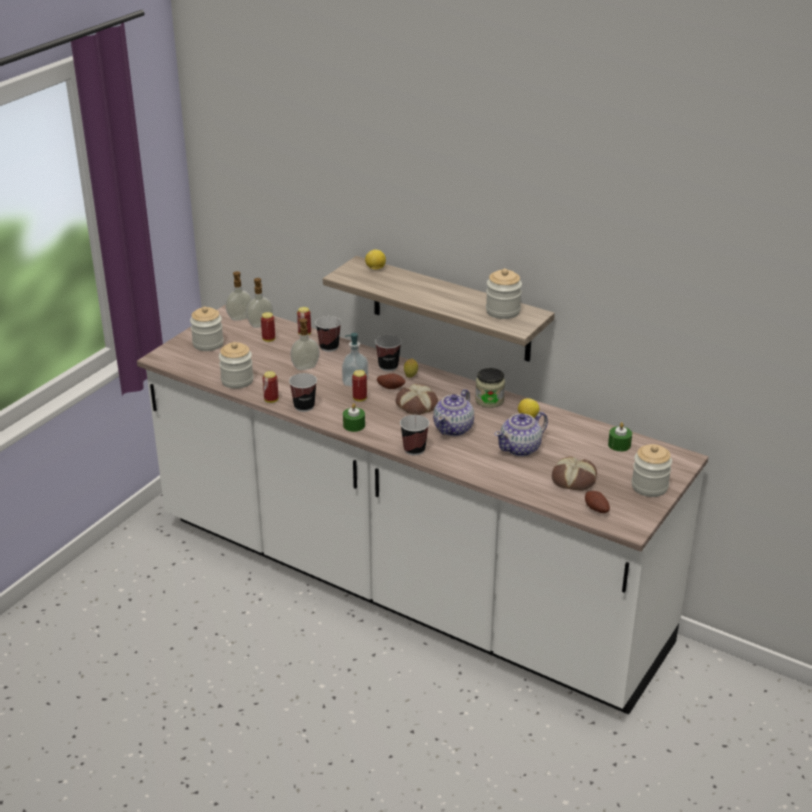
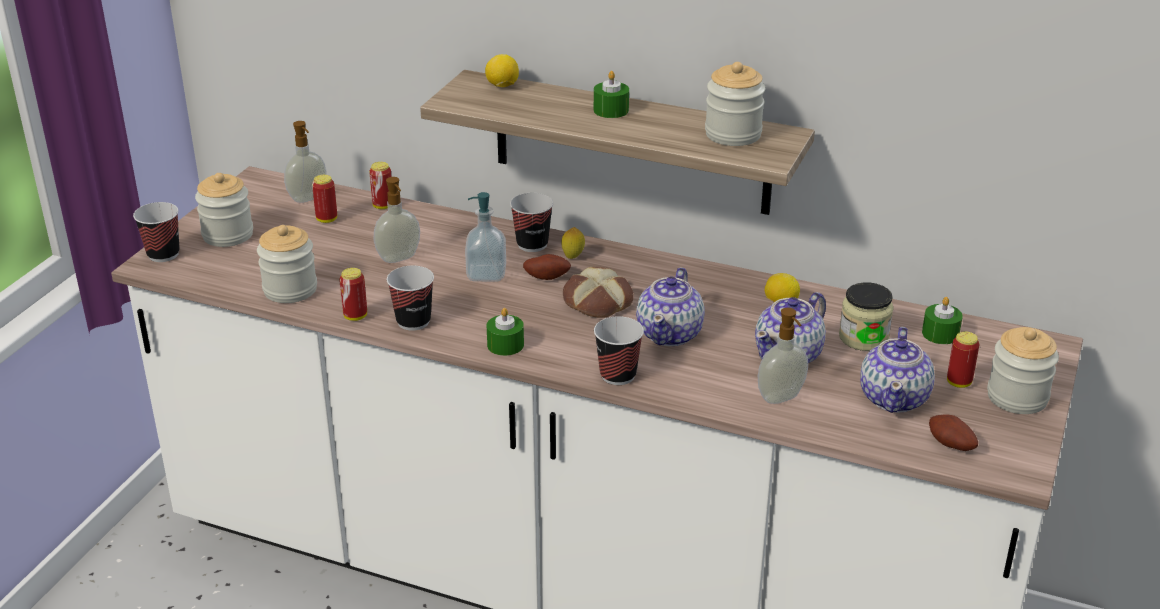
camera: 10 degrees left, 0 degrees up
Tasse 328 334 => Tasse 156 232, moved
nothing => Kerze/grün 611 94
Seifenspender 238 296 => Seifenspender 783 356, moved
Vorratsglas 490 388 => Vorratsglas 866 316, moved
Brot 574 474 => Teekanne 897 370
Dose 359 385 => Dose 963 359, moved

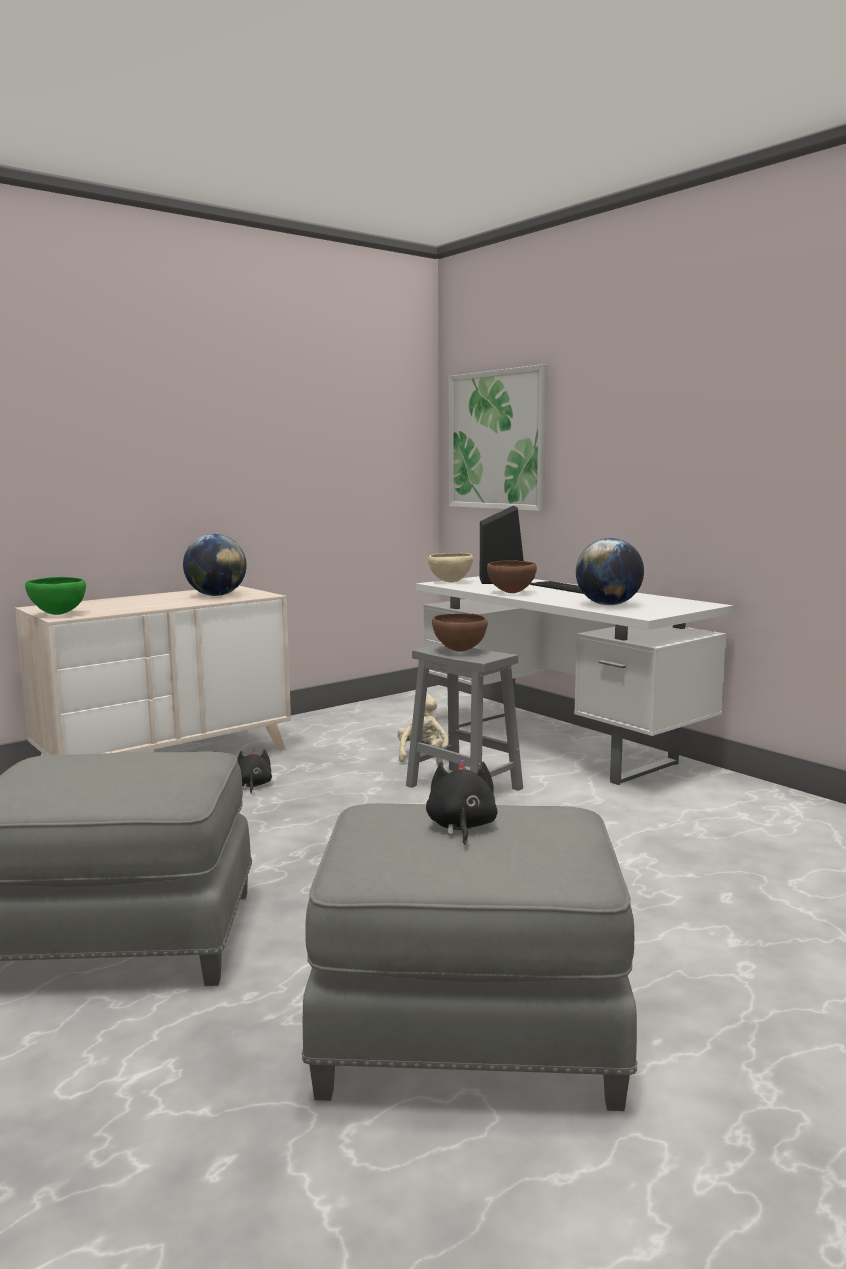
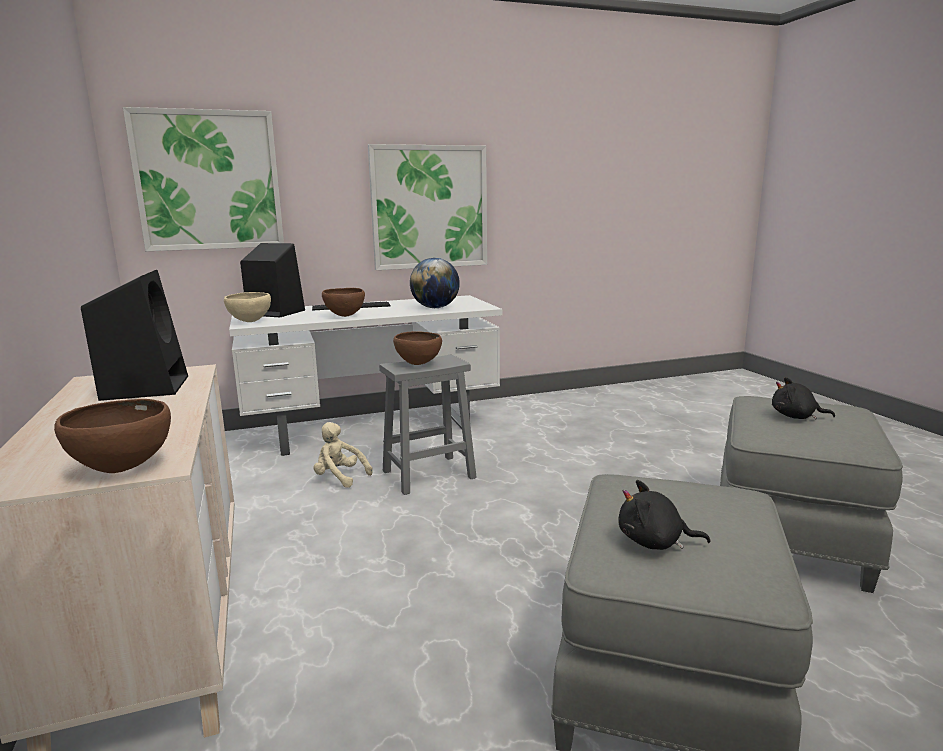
camera: 70 degrees left, 5 degrees up
Schüssel/grün 55 596 => Schüssel/braun 112 436
Globus 215 565 => Lautsprecher/schwarz 134 335
nothing => Bild 427 207
Plüschtier/schwarz 254 771 => Plüschtier/schwarz 664 515, moved

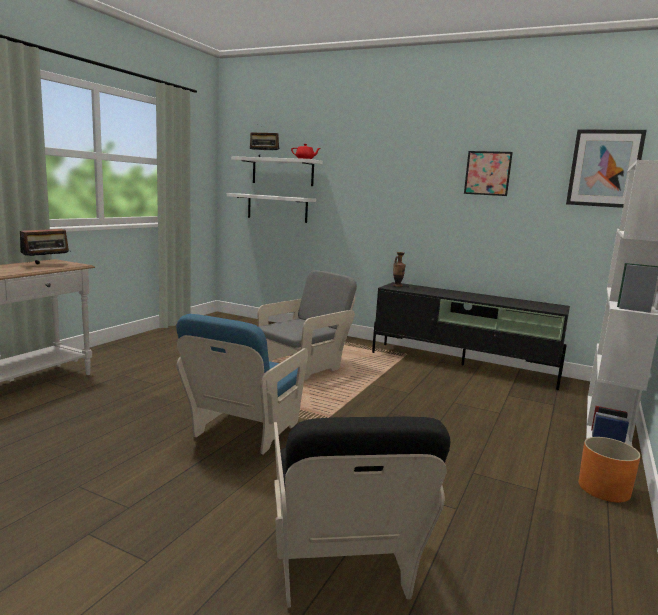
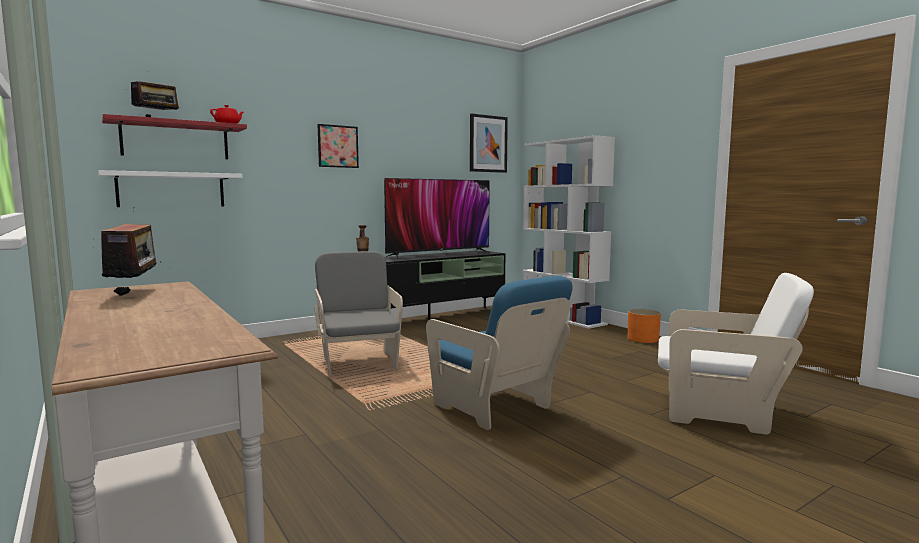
camera: 60 degrees left, 5 degrees down
Wandregal/weiß 277 171 => Wandregal/rot 174 136
Bild 488 173 => Bild 338 146, moved
nothing => Fernseher 437 219
Sessel/schwarz 362 512 => Sessel/weiß 736 354

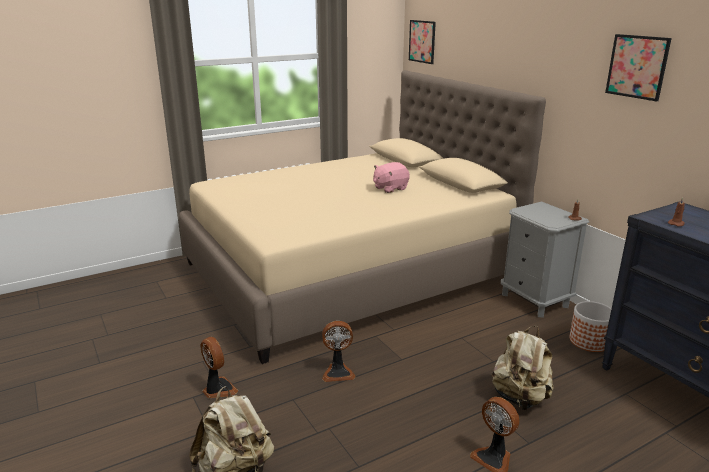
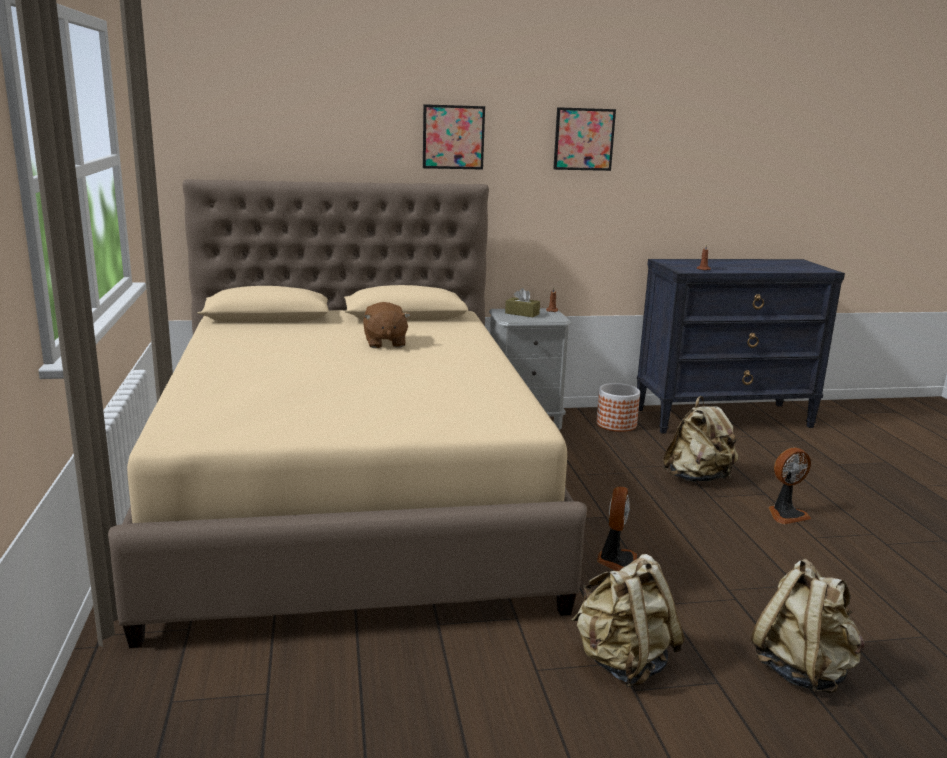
camera: 70 degrees left, 5 degrees down
Plüschtier/rosa 391 177 => Plüschtier/braun 386 325
Bild 422 42 => Bild 454 137, moved
nothing => Taschentuchbox/braun 522 302
Ventilator 219 367 => Rucksack/beige 628 620

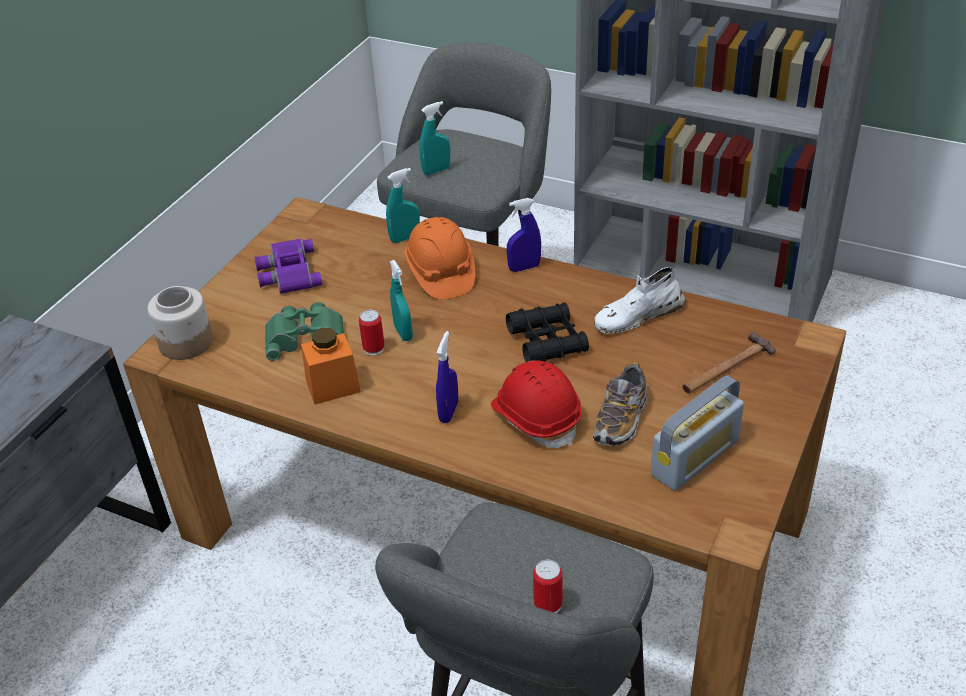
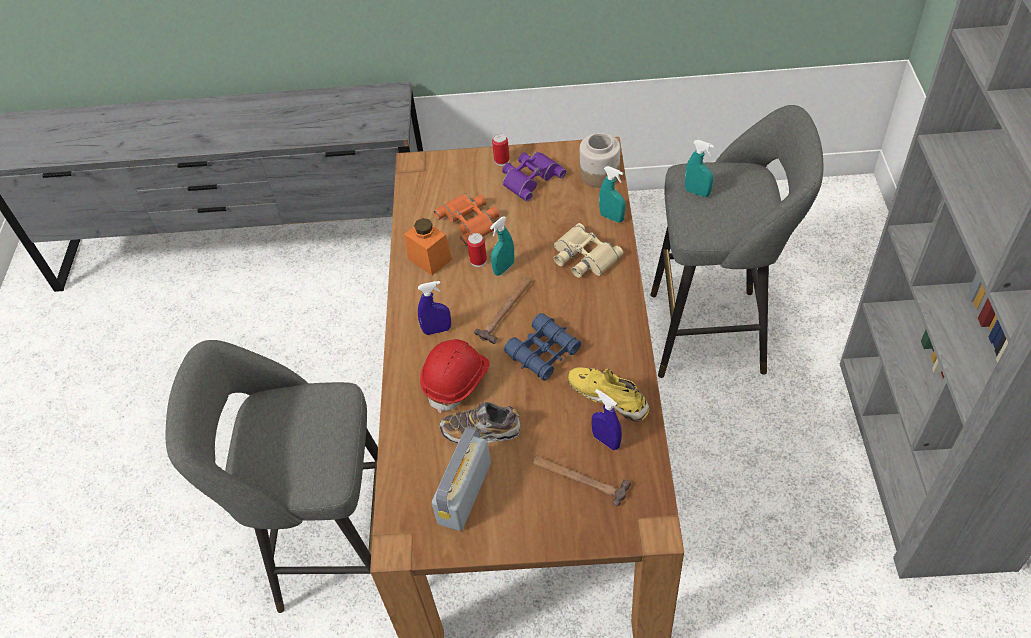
camera: 65 degrees right, 10 degrees up
Radio 697 433 => Radio 461 478, 90 degrees clockwise
Fernglas/grün 304 331 => Fernglas/orange 466 219
nothing => Hammer 503 310
Dose 548 586 => Dose 501 149, moved
Fernglas/schwarz 547 332 => Fernglas/blau 542 347
Schutzhelm/orange 439 258 => Fernglas/beige 588 250
Schuh/weiß 640 300 => Schuh/gelb 609 394
Vorratsglas 180 323 => Vorratsglas 600 160, moved
Sprühflasche/blau 524 235 => Sprühflasche/blau 607 419, moved

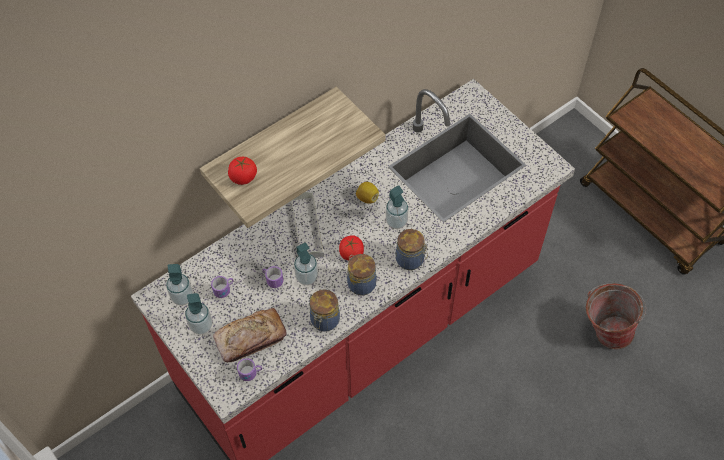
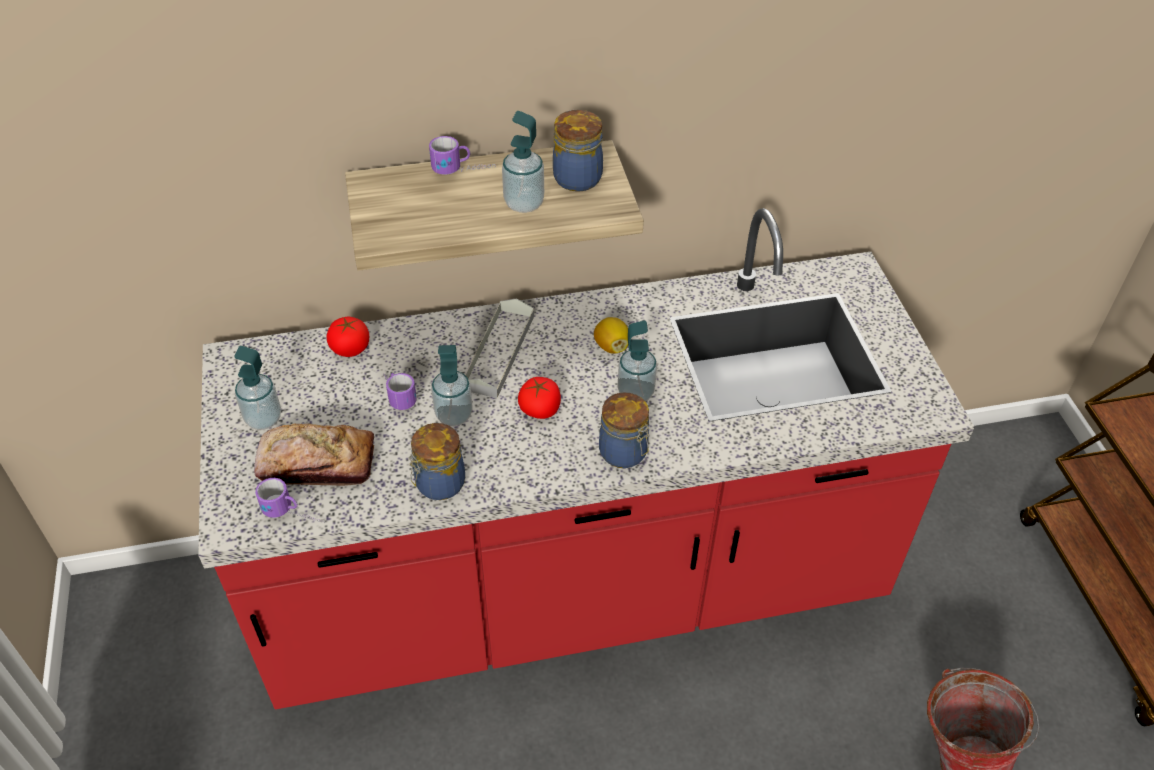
camera: 25 degrees right, 10 degrees down
Tomate 242 171 => Tomate 348 337, moved
Henkelbecher 229 287 => Henkelbecher 462 155, moved
Seifenspender 179 284 => Seifenspender 523 162, moved
Vorratsglas 361 275 => Vorratsglas 578 151, moved

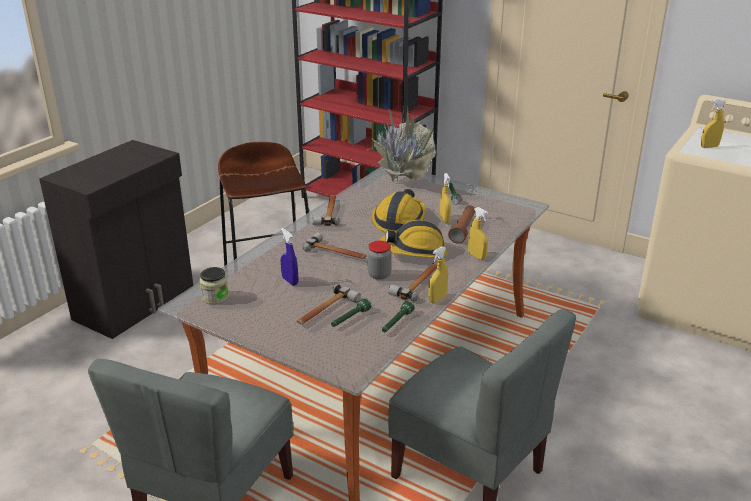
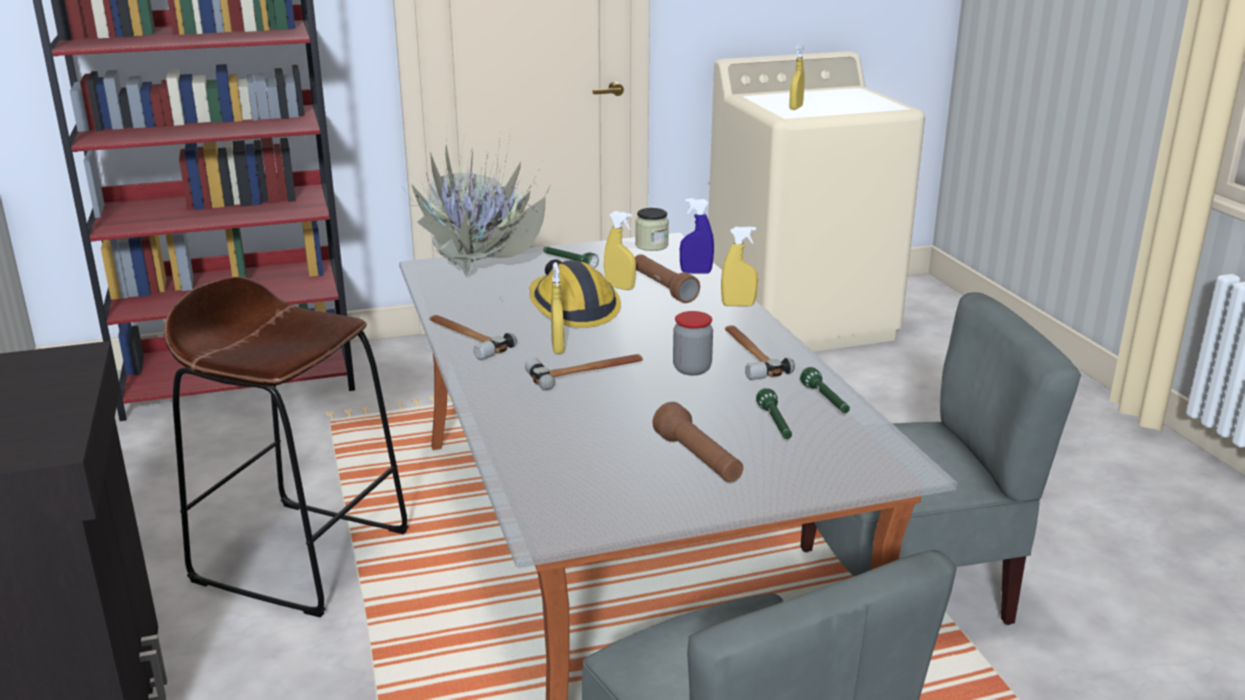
camera: 50 degrees left, 5 degrees down
Sprühflasche/gelb 438 274 => Sprühflasche/gelb 558 308, moved
Vorratsglas 214 285 => Vorratsglas 652 229, moved
nothing => Taschenlampe/braun 697 442
Sprühflasche/blau 289 257 => Sprühflasche/blau 697 236, moved
Hammer 329 304 => nothing
Schutzhelm 413 239 => nothing

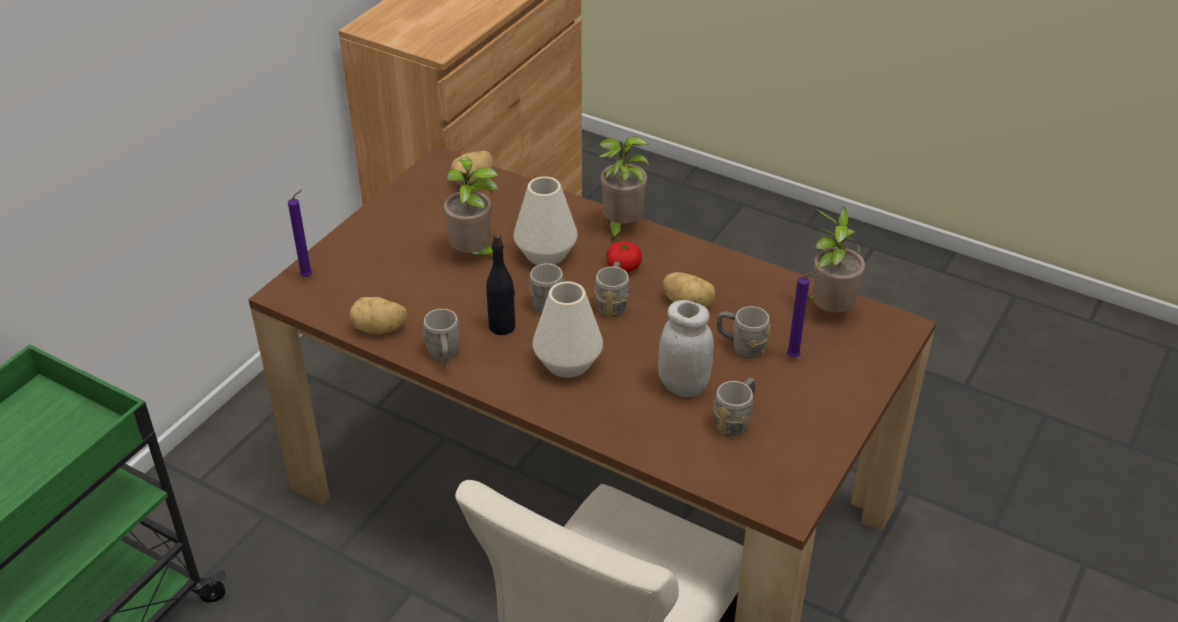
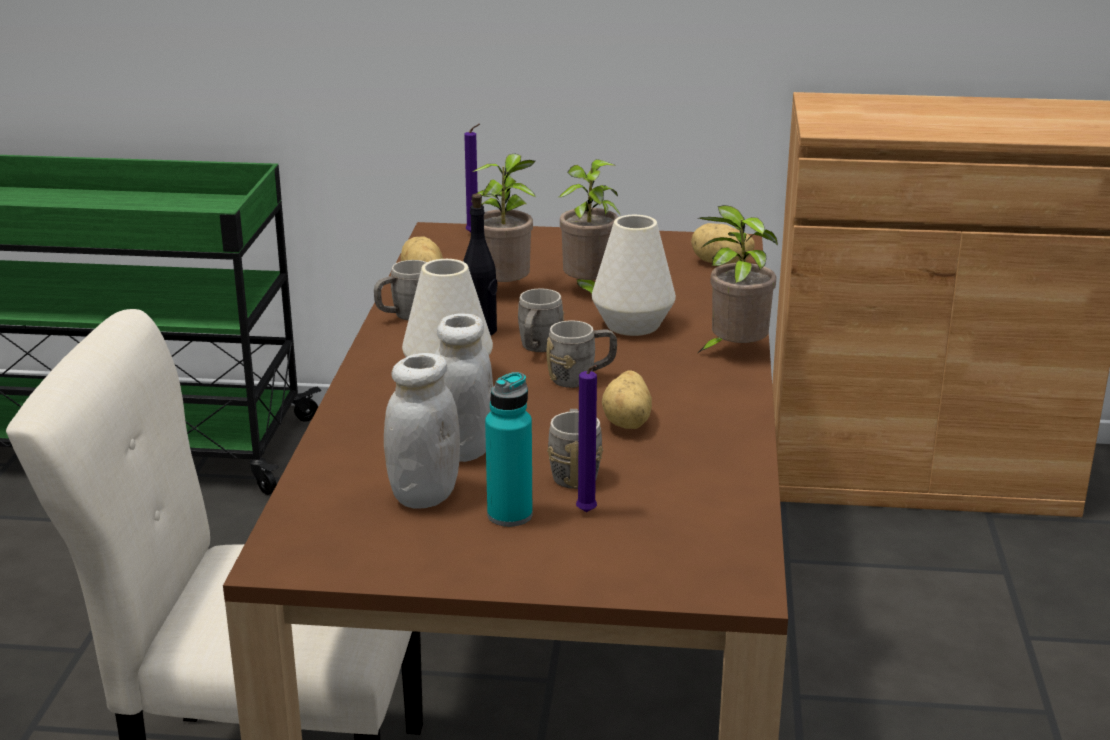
camera: 65 degrees right, 15 degrees down
Henkelbecher/grau 734 407 => Vorratsglas/weiß 422 431
Topfpflanze 836 259 => Topfpflanze 503 218, moved
nothing => Flasche/türkis 509 449
Tomate 624 256 => nothing

